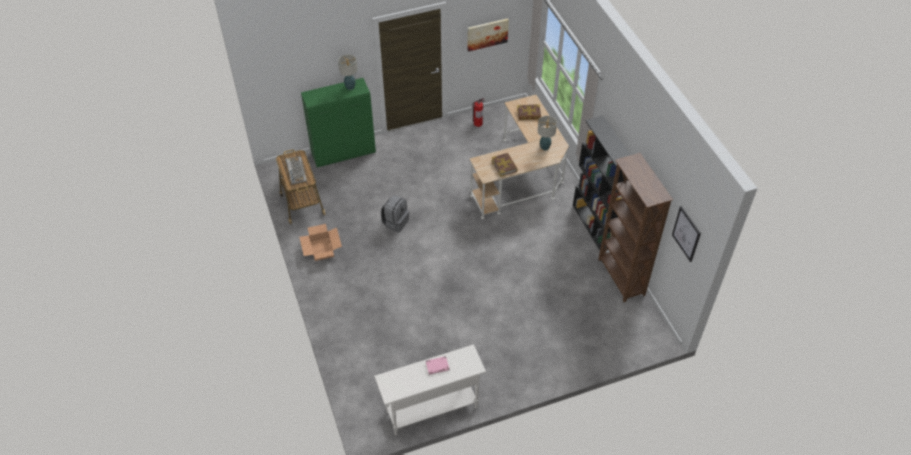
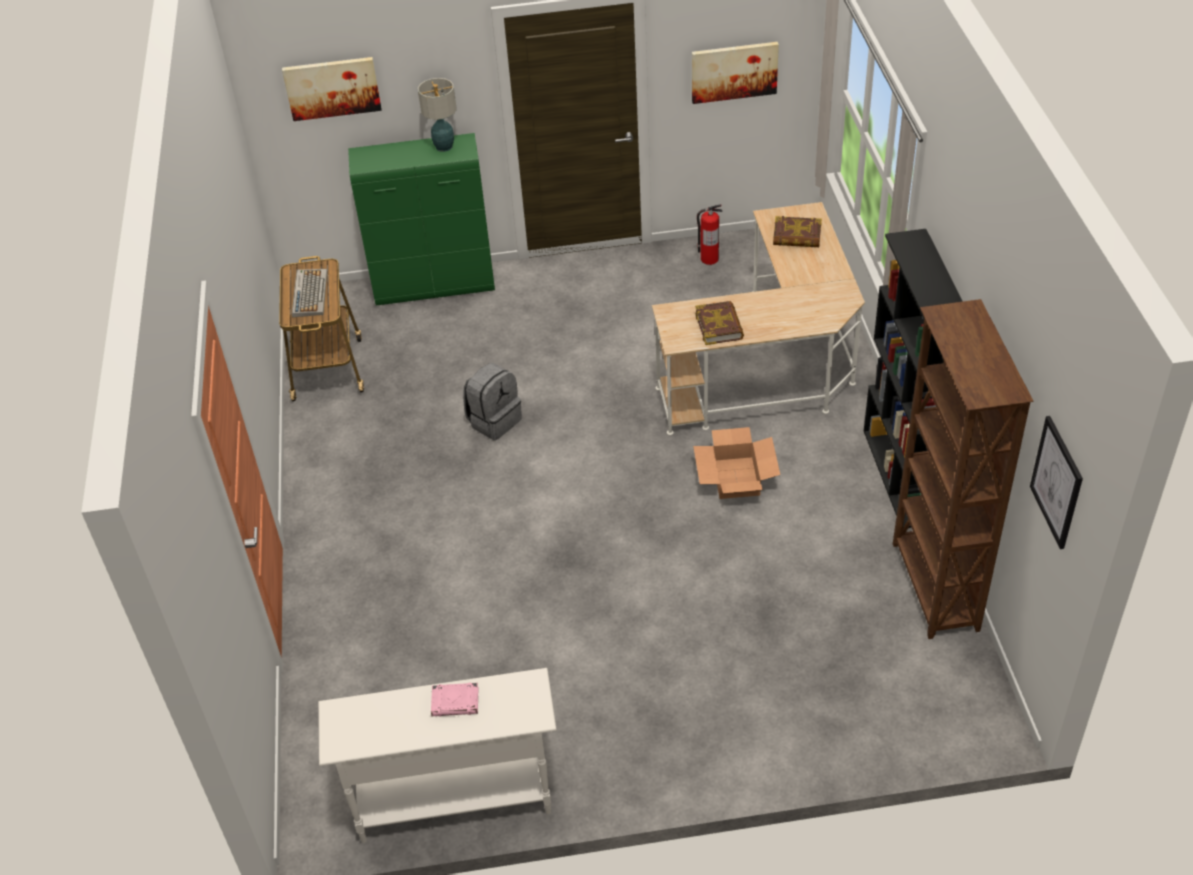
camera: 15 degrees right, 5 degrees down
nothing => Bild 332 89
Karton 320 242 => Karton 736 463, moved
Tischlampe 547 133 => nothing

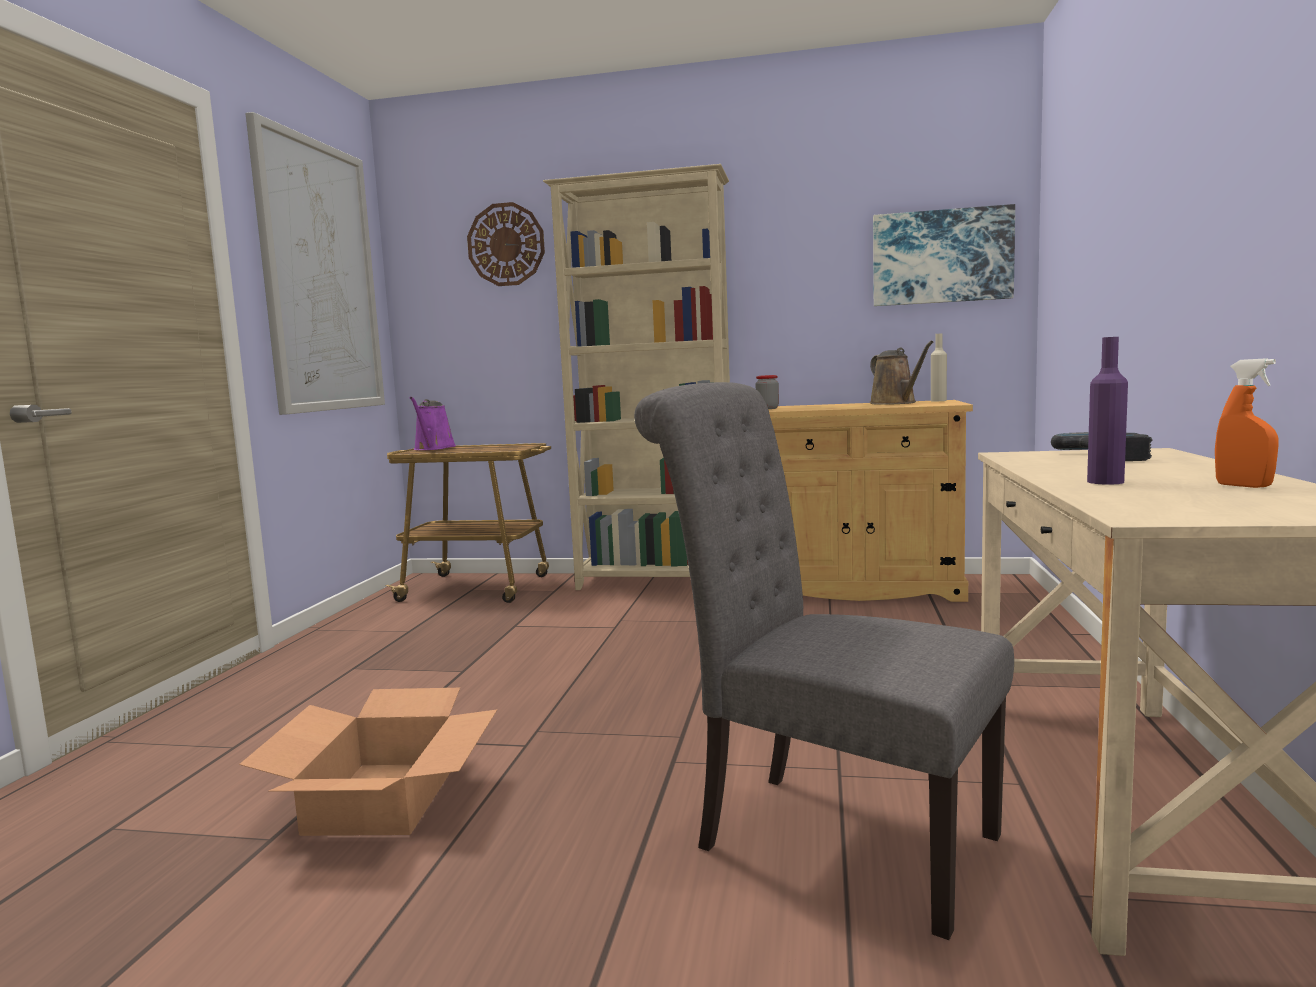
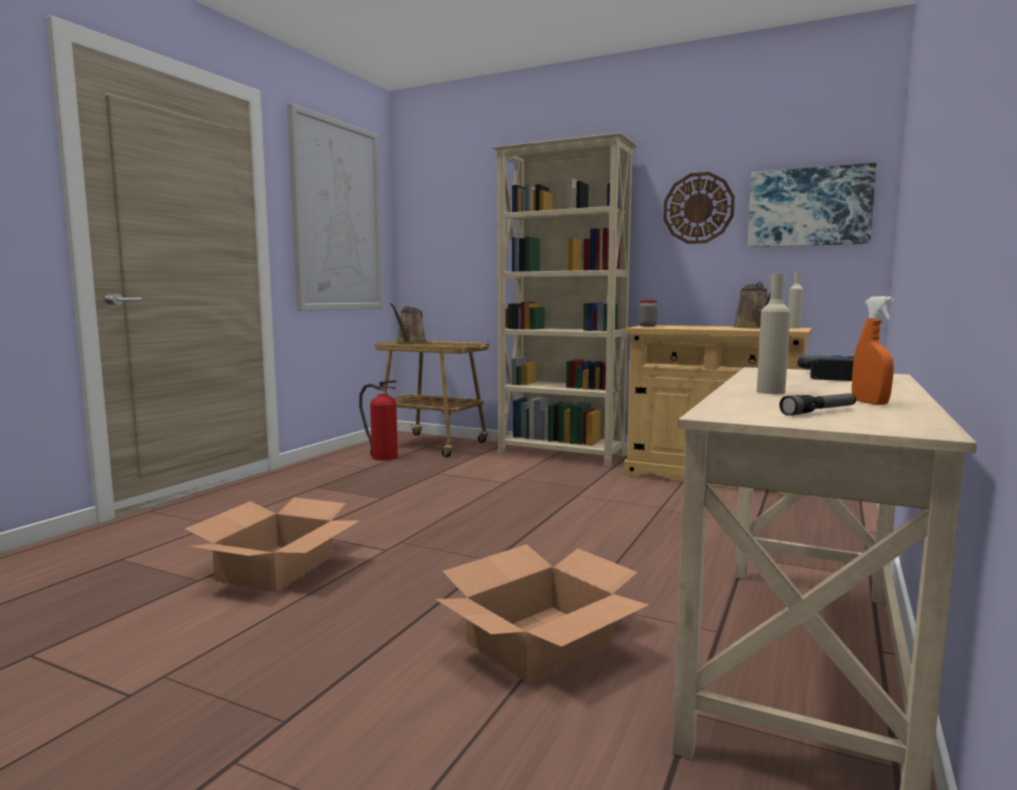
camera: 15 degrees right, 0 degrees up
nothing => Feuerlöscher 378 420
Gießkanne/lila 433 423 => Gießkanne/braun 408 323
Stuhl/grau 824 661 => Karton 542 613
Wanduhr 506 244 => Wanduhr 699 208, moved
Flasche/lila 1107 411 => Flasche/beige 773 334
nothing => Taschenlampe 817 404

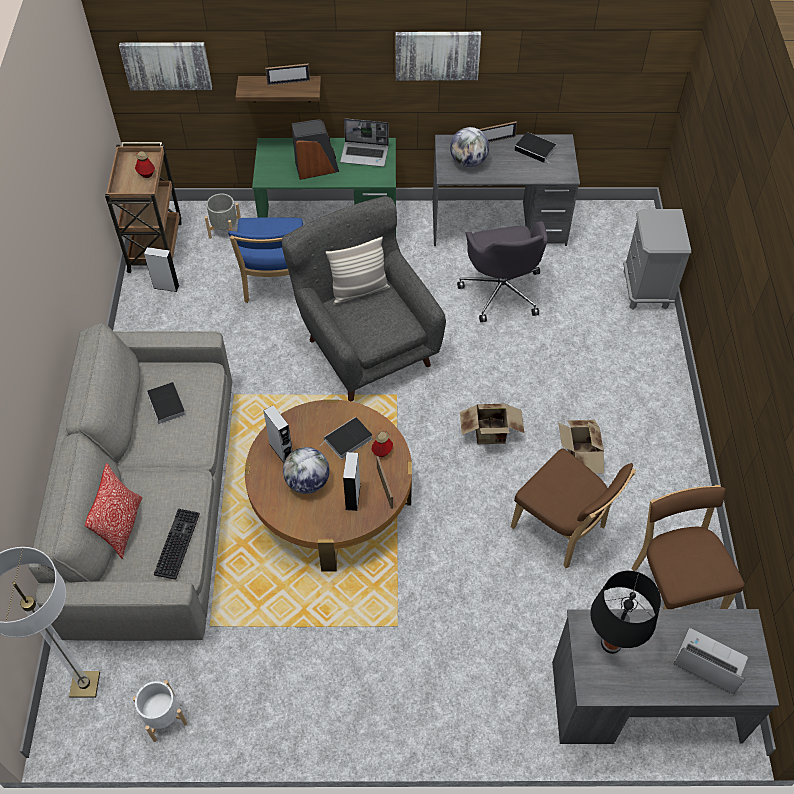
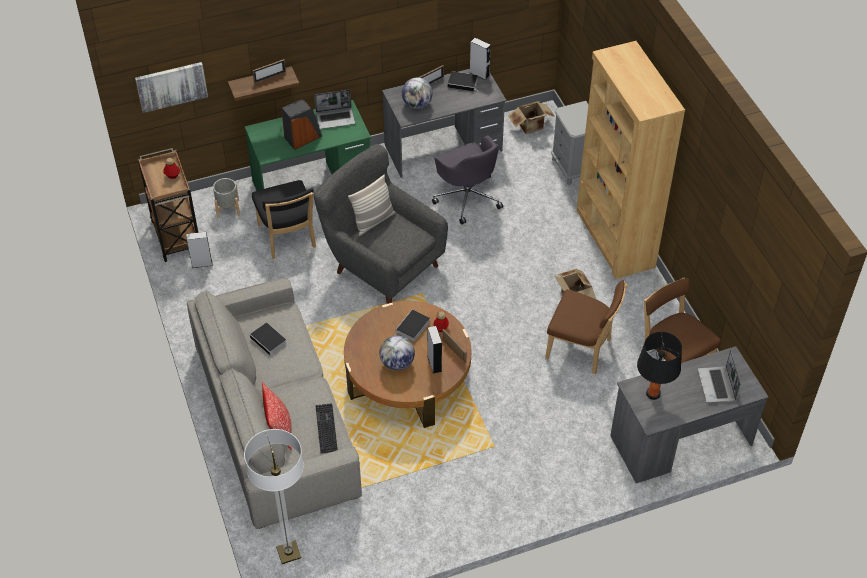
camera: 20 degrees left, 5 degrees down
Stuhl/blau 265 260 => Stuhl/schwarz 284 219
Lautsprecher/grau 278 434 => Lautsprecher/grau 480 59, moved
Karton 492 423 => Karton 531 118, moved
nothing => Bücherregal/braun 630 160
Laptop 711 661 => Laptop 719 376, 105 degrees counterclockwise
Pflanzkübel/weiß 160 711 => nothing
Bild 438 56 => nothing

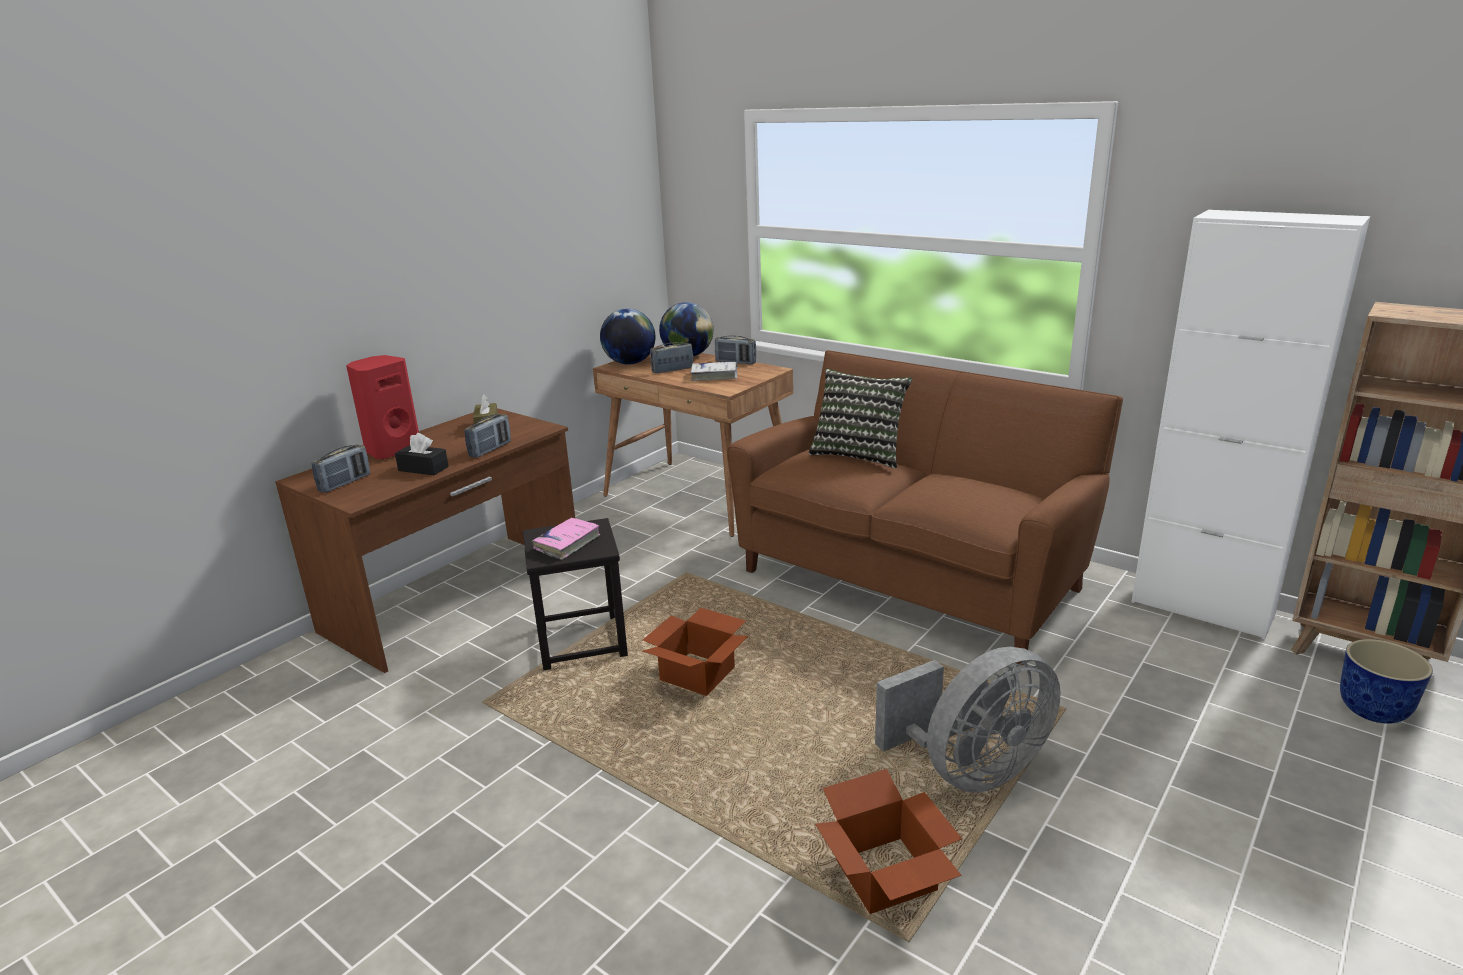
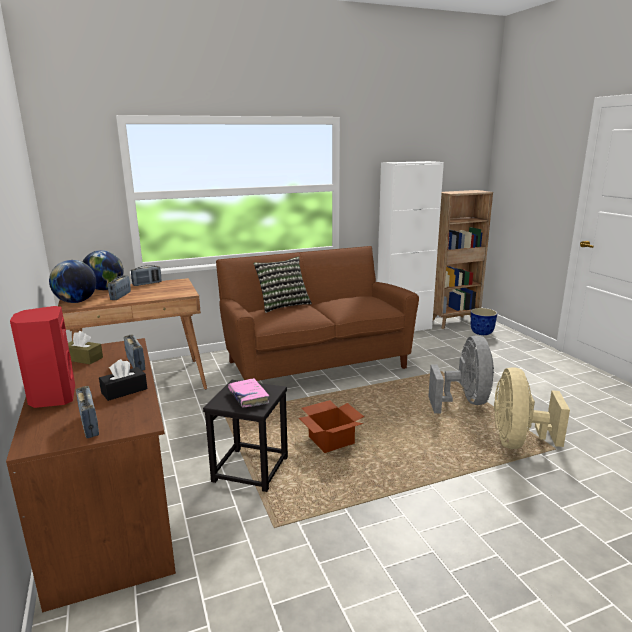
camera: 60 degrees left, 5 degrees down
Karton 888 841 => Ventilator/beige 532 408
Buch/weiß 714 371 => nothing

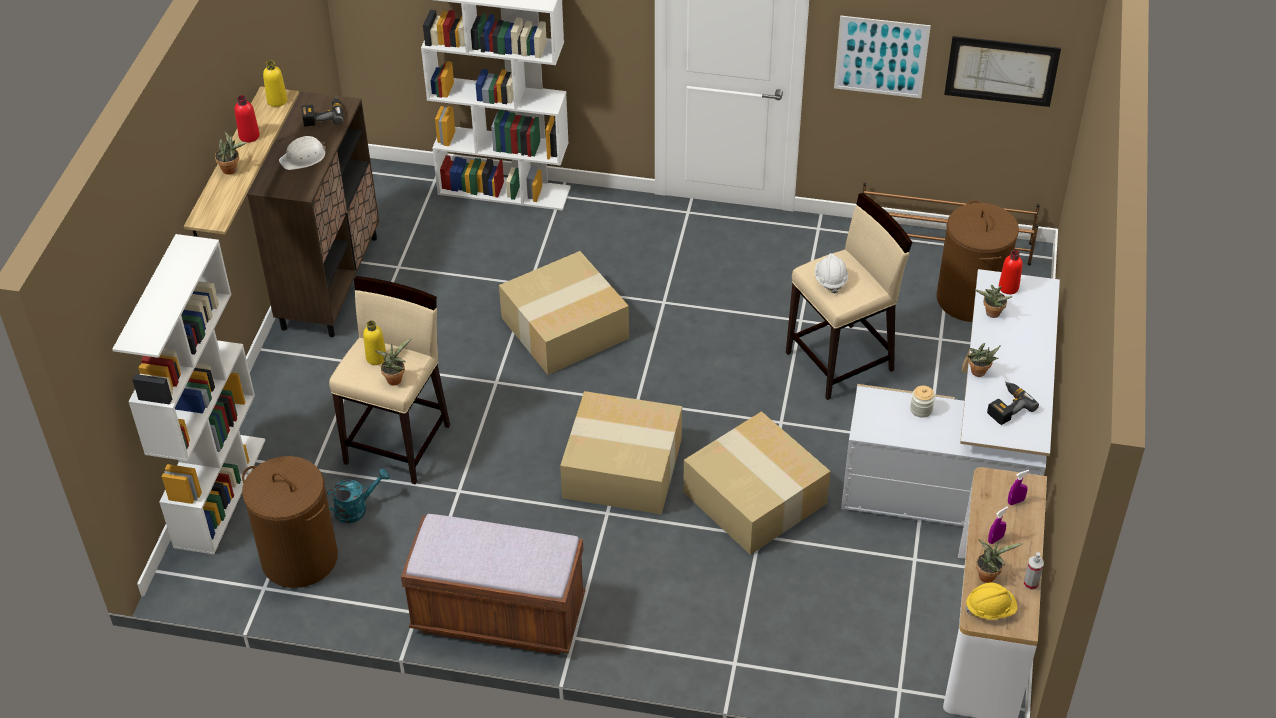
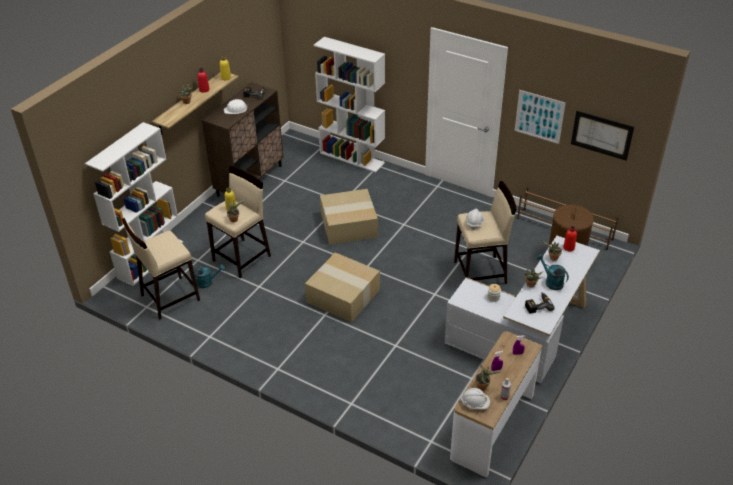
camera: 20 degrees right, 5 degrees down
Wäschekorb/braun 290 522 => Hocker/beige 161 269
Schutzhelm/gelb 991 601 => Schutzhelm/weiß 475 398
nothing => Gießkanne/türkis 553 272
Bank/braun 493 584 => nothing
Karton 757 483 => nothing

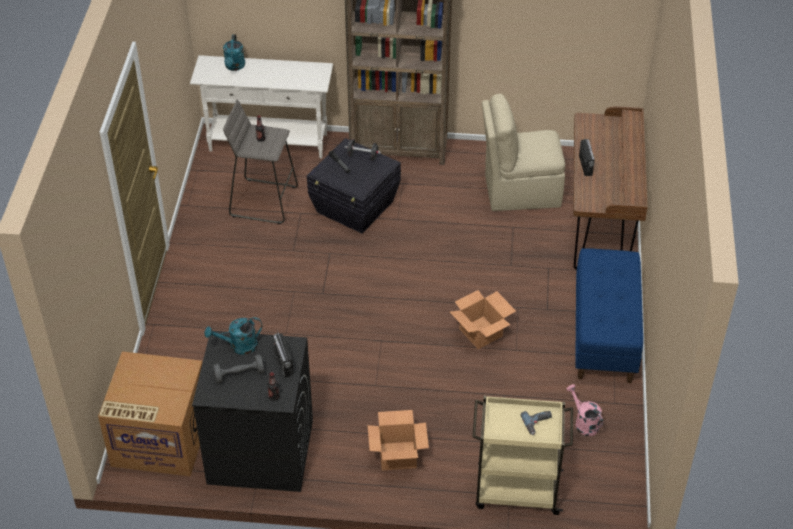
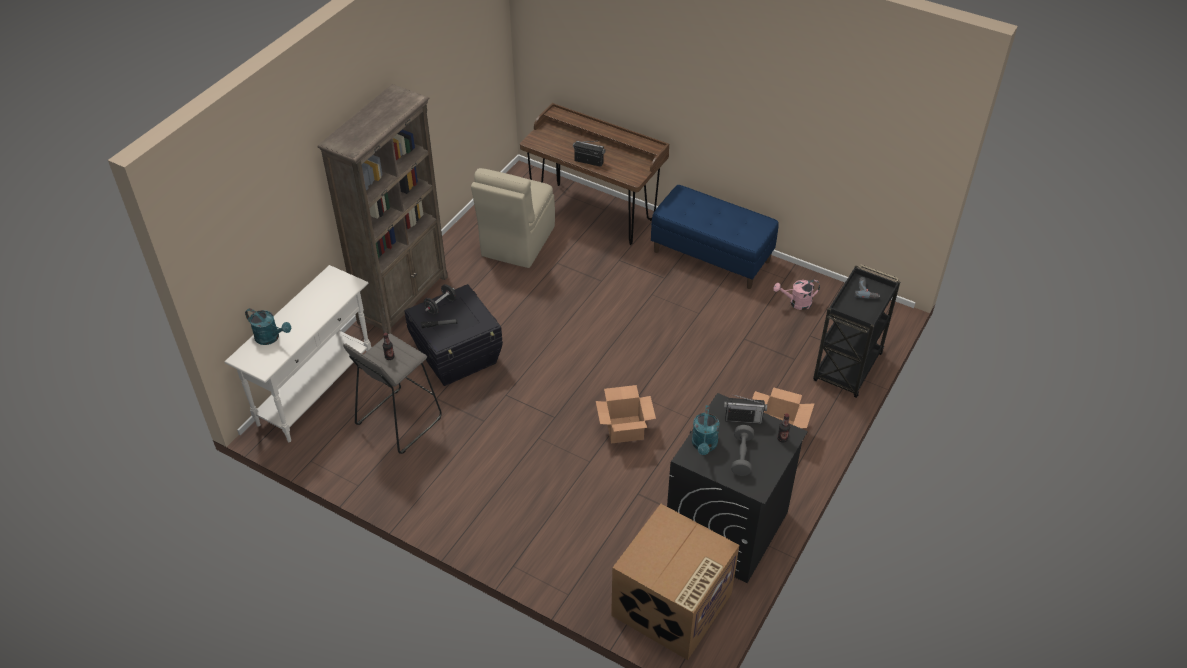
camera: 65 degrees left, 0 degrees up
Karton 483 319 => Karton 626 414, moved
Rollwagen/beige 522 455 => Rollwagen/schwarz 856 331

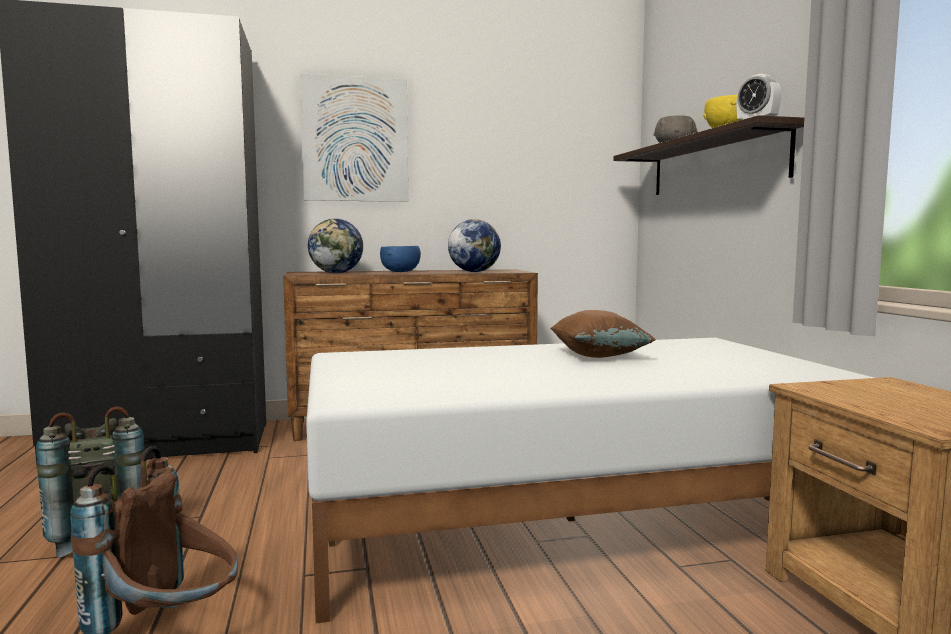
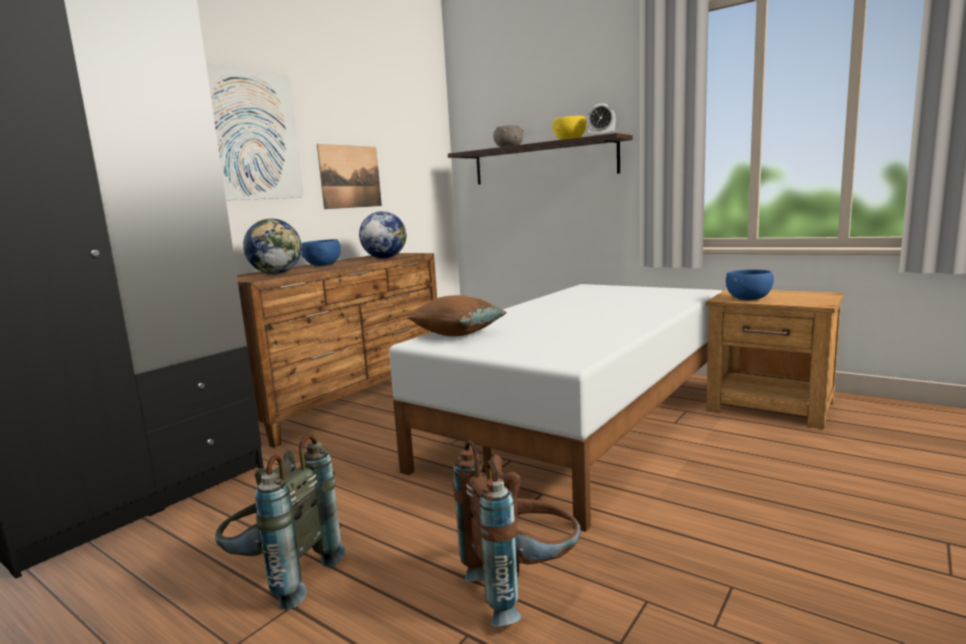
camera: 40 degrees left, 5 degrees up
nothing => Bild 349 176
Kissen/braun 603 334 => Kissen/braun 456 316, moved
nothing => Schüssel/blau 750 285

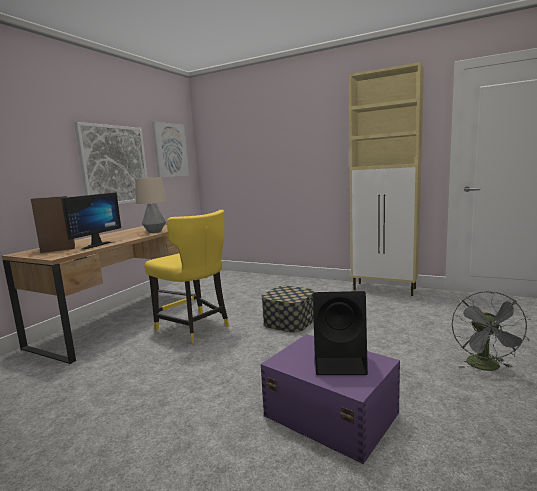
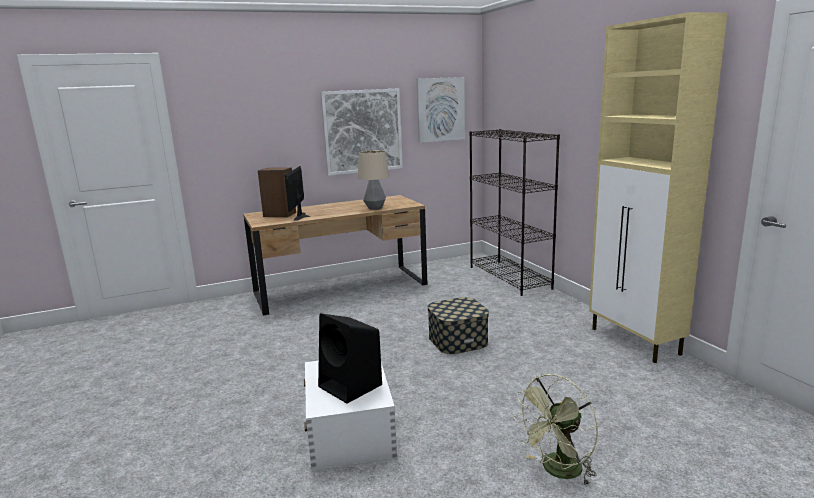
camera: 40 degrees right, 5 degrees up
Monitor 91 221 => Monitor 298 193, 120 degrees clockwise
Aufbewahrungsbox/lila 330 399 => Aufbewahrungsbox/weiß 350 416
nothing => Bücherregal/schwarz 514 212
Ventilator/grau 491 331 => Ventilator/grün 555 430
Stuhl/gelb 187 276 => nothing

